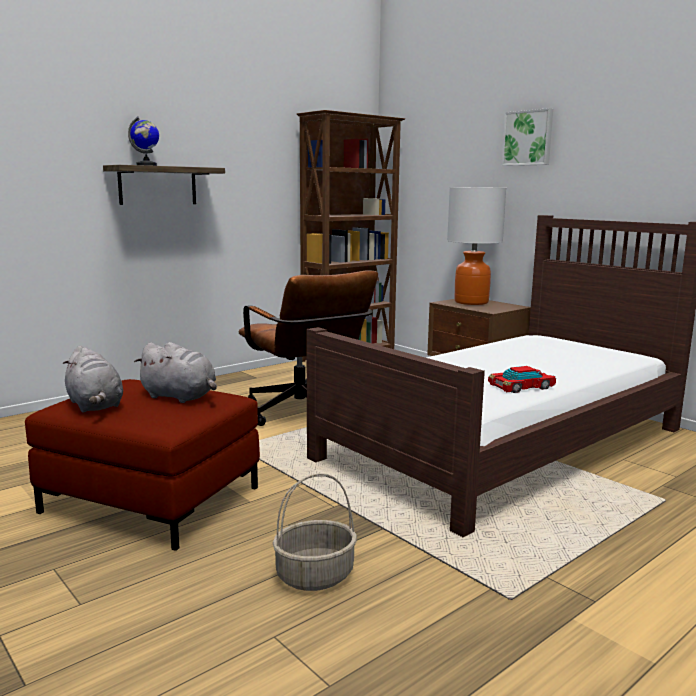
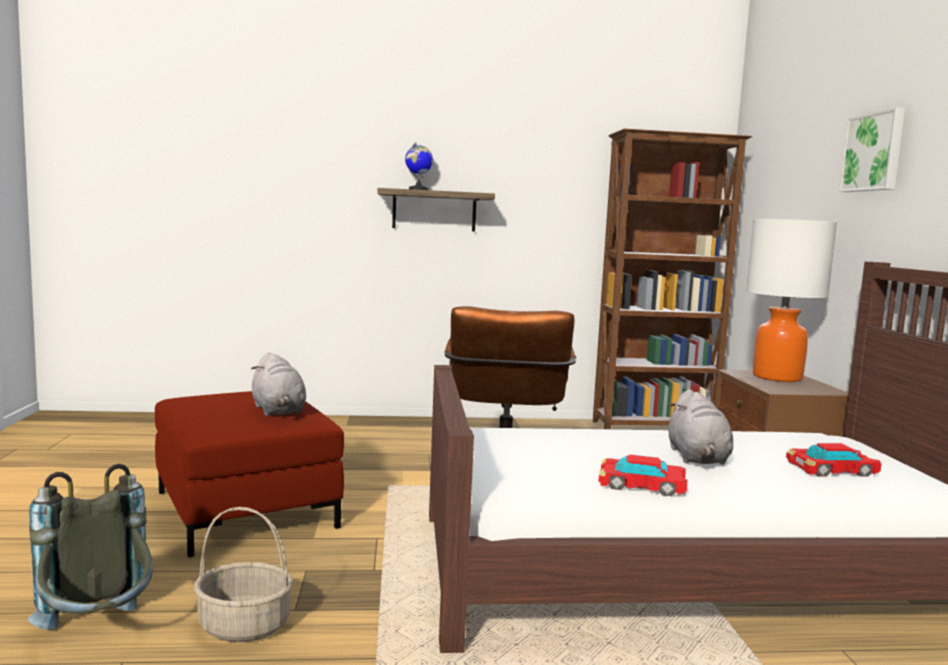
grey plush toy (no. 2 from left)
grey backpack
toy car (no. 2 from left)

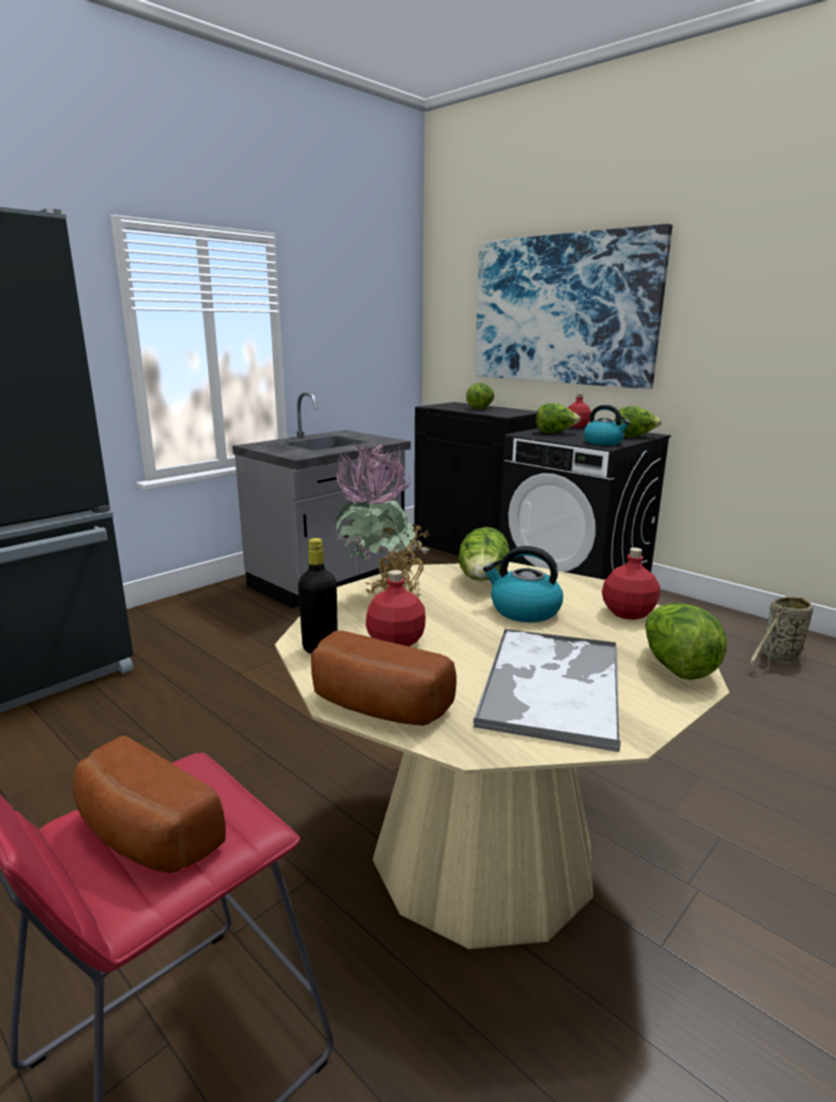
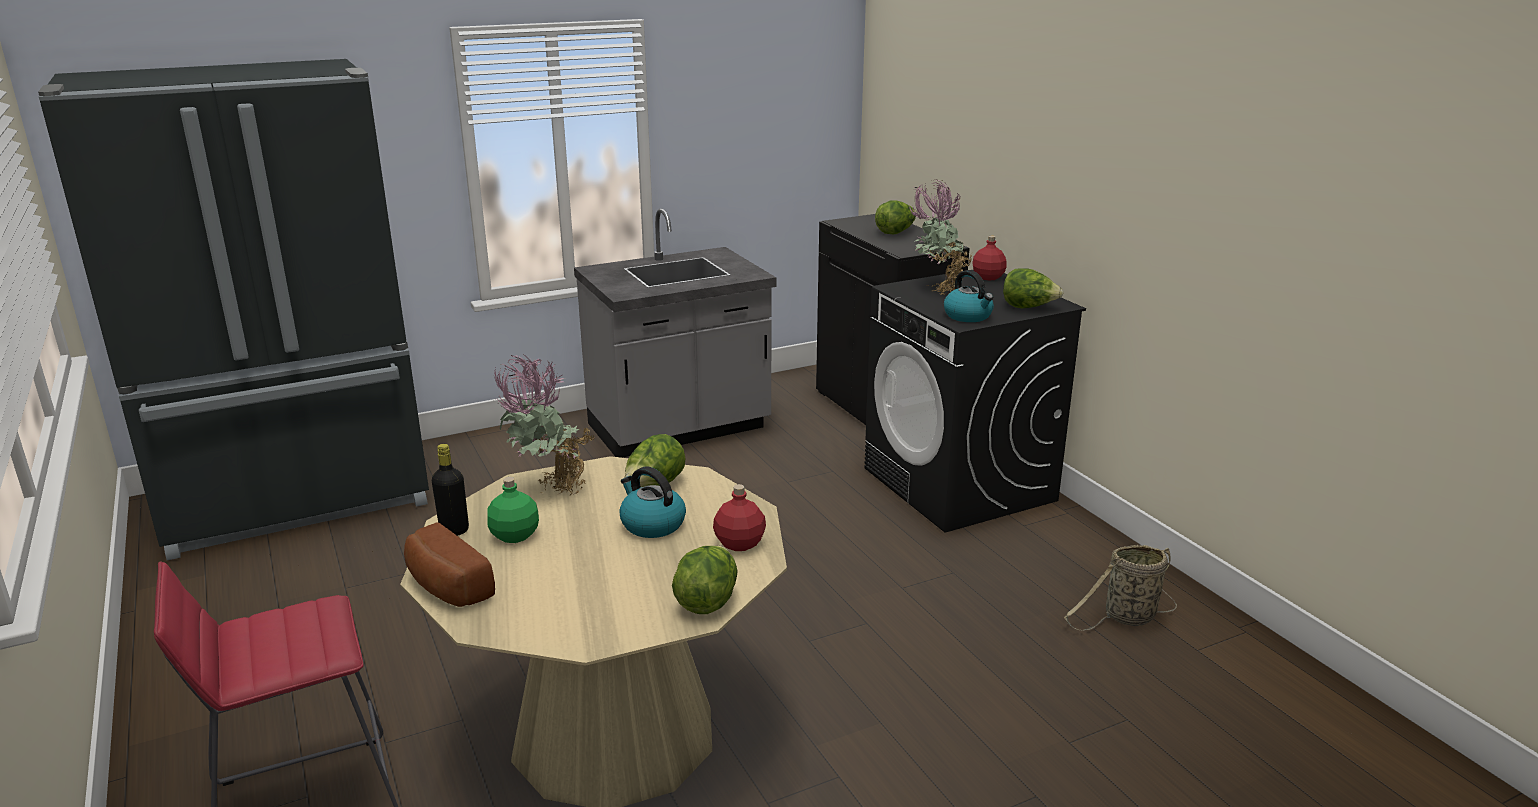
bread (no. 1 from left in the first image)
green bottle
tray
picture
potted plant (no. 2 from left)

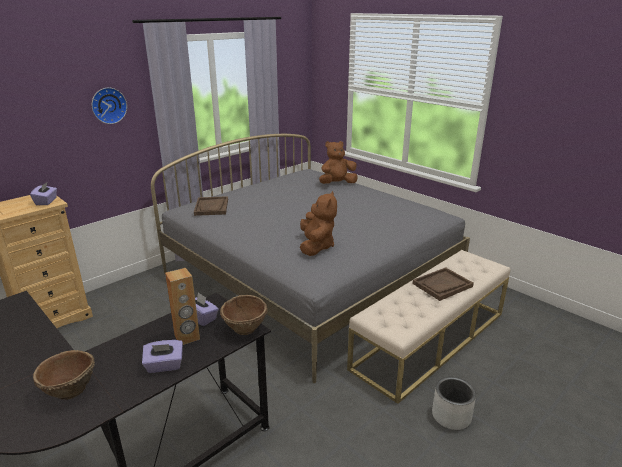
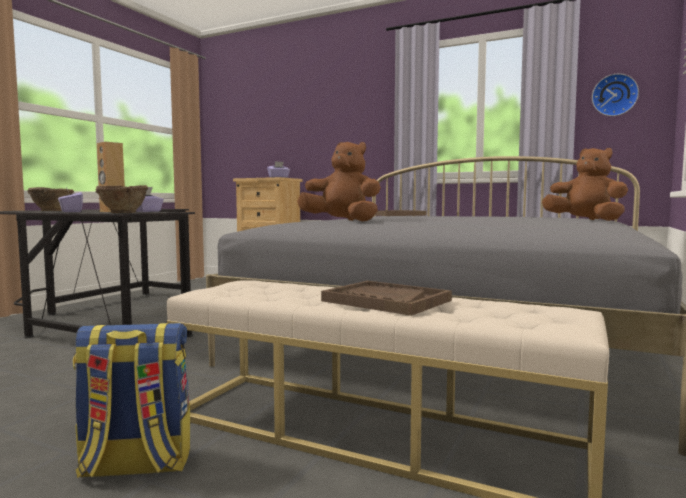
wall clock
brown plush toy (no. 1 from left)
backpack

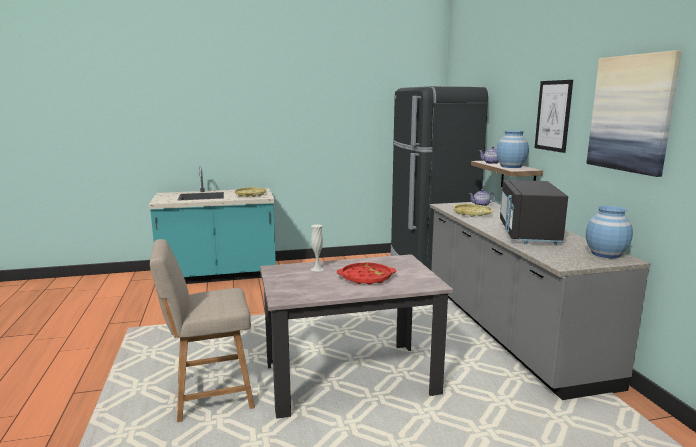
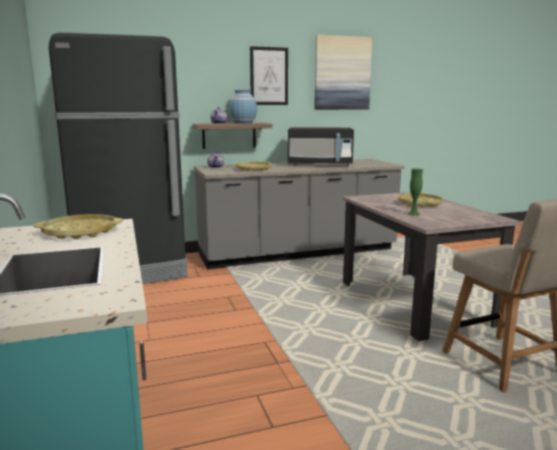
green vase
yellow tray (no. 3 from left)
blue vase (no. 2 from left in the first image)

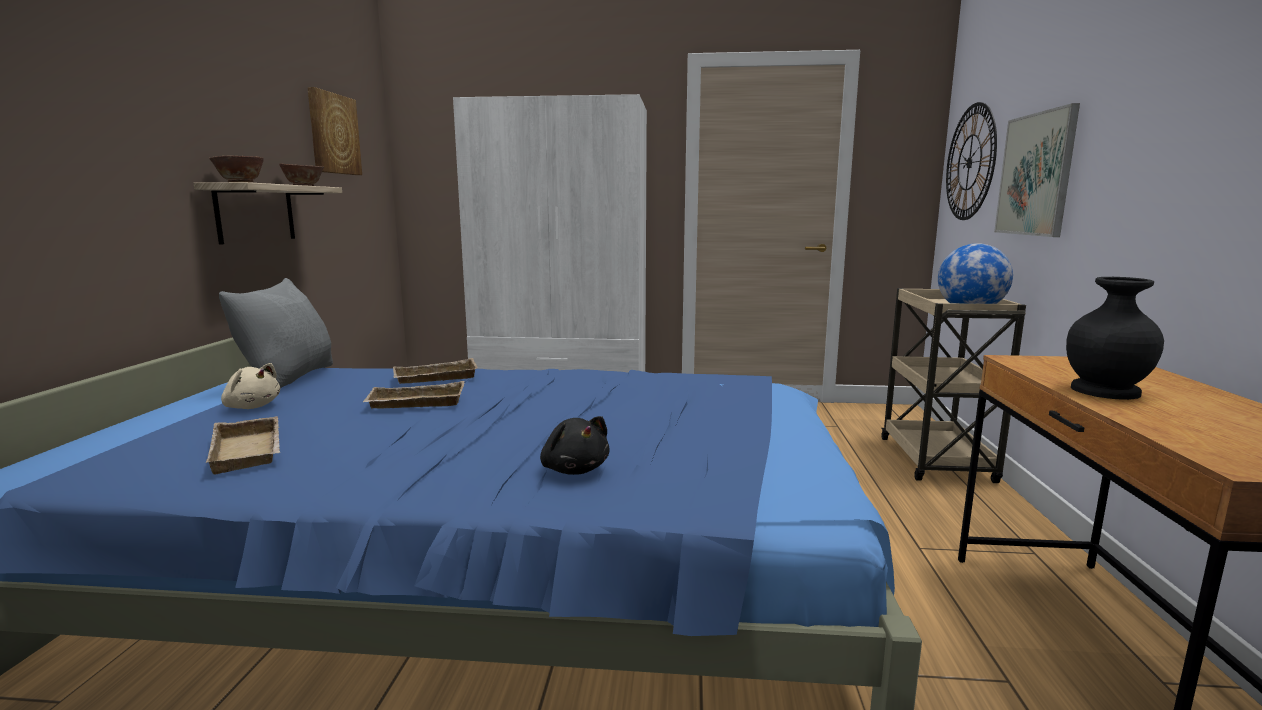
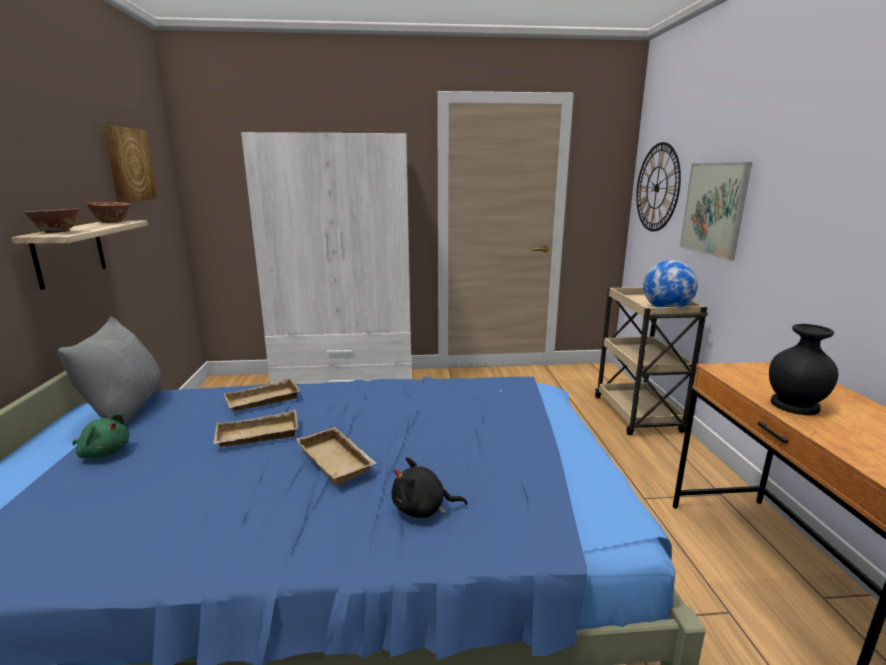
beige tray (no. 3 from left)
green plush toy
black plush toy

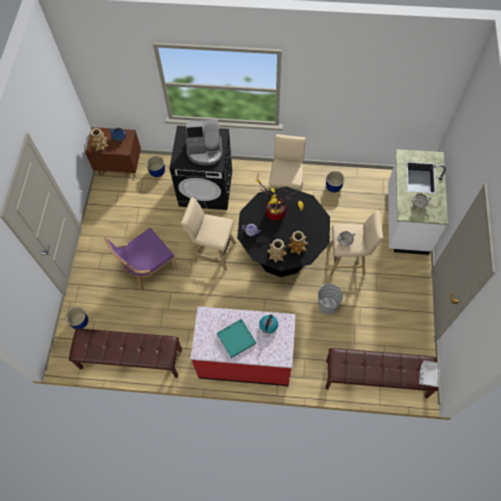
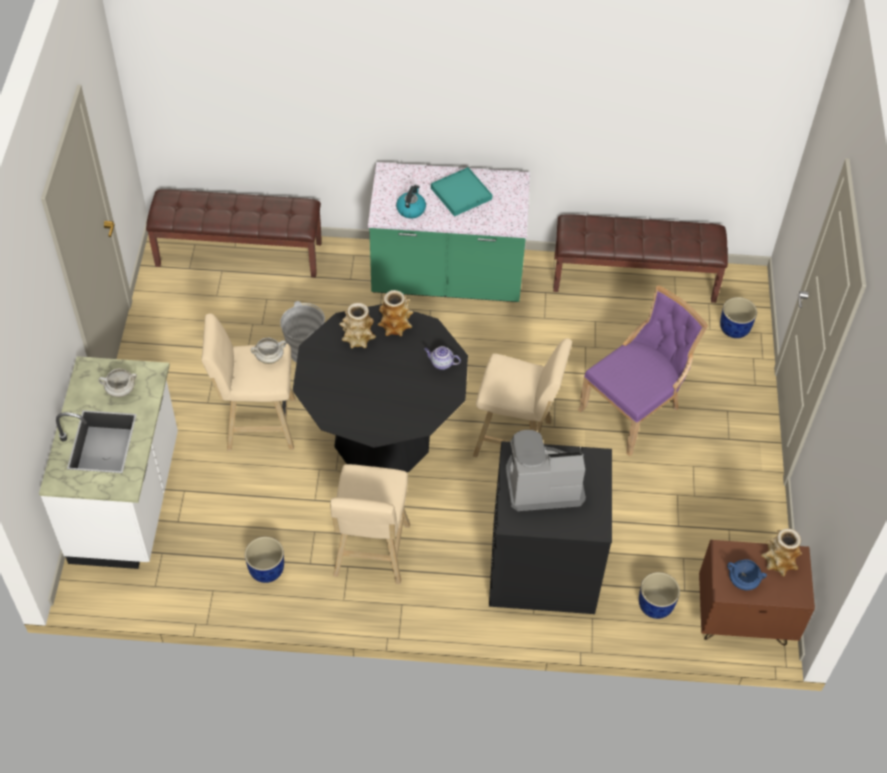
green counter
potted plant
grey tray

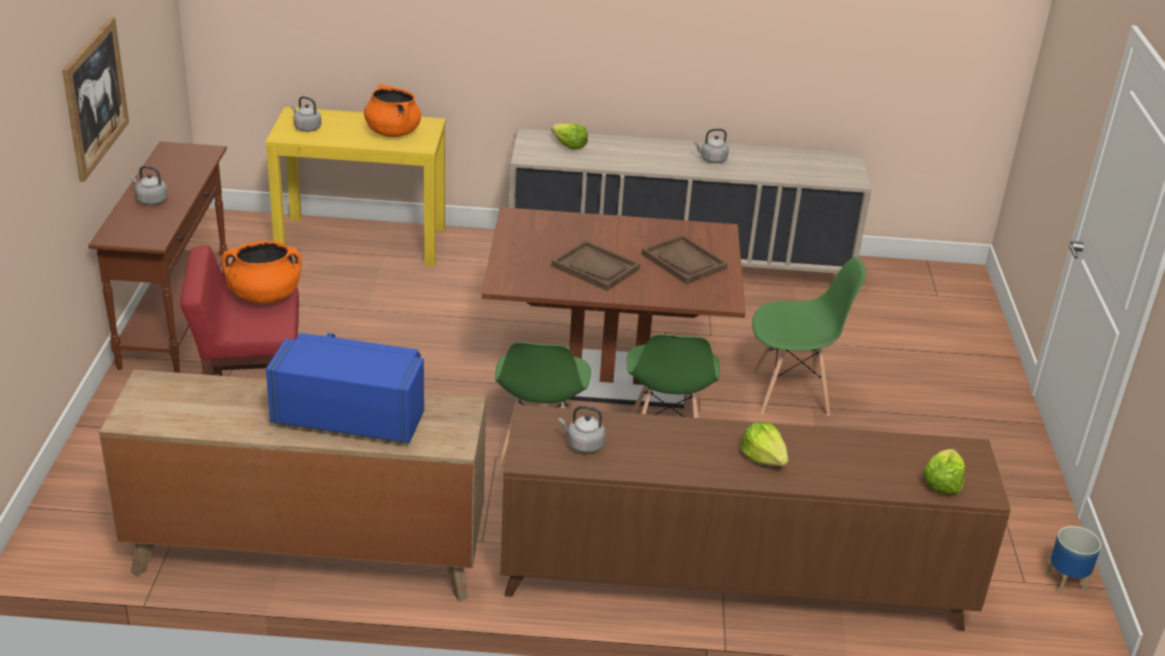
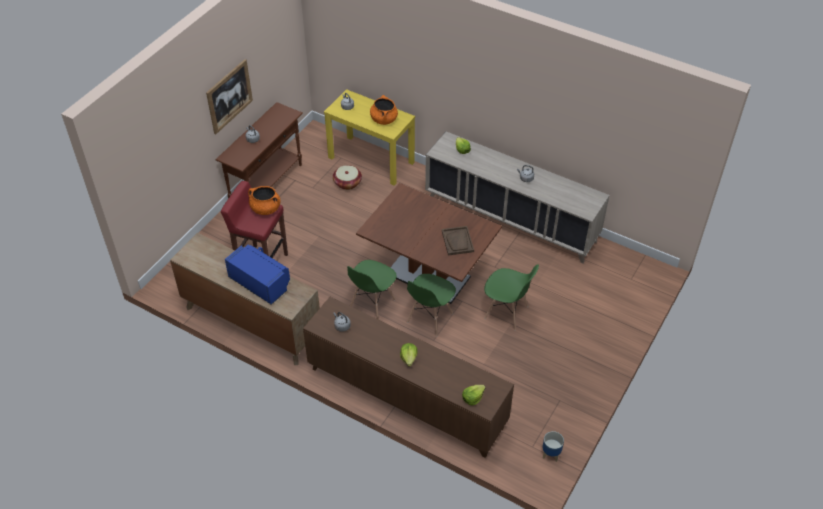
brown tray (no. 1 from left in the first image)
basket

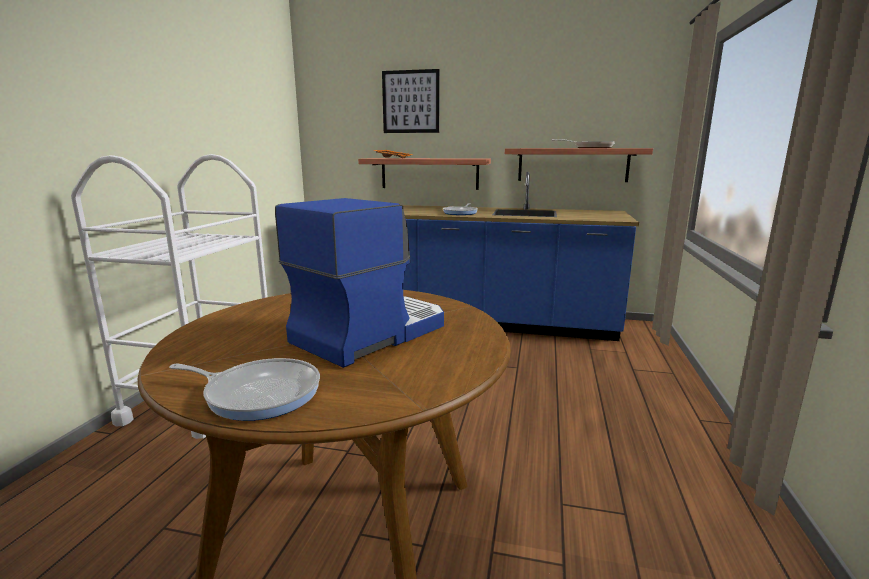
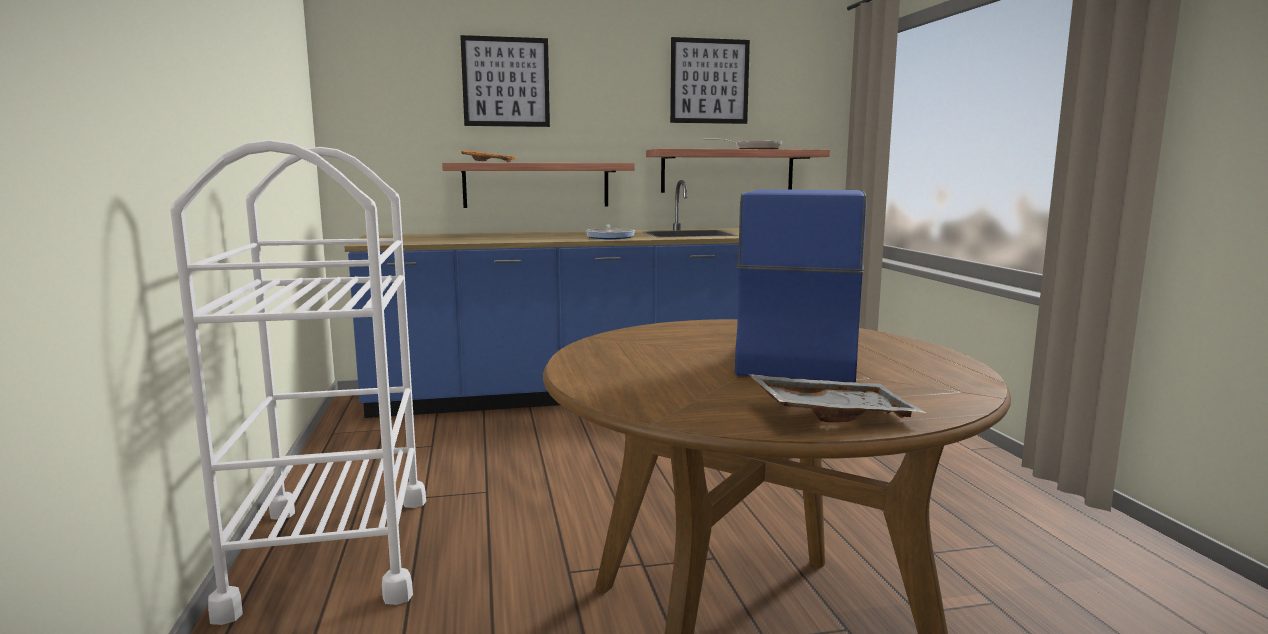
grey tray
picture (no. 2 from left)

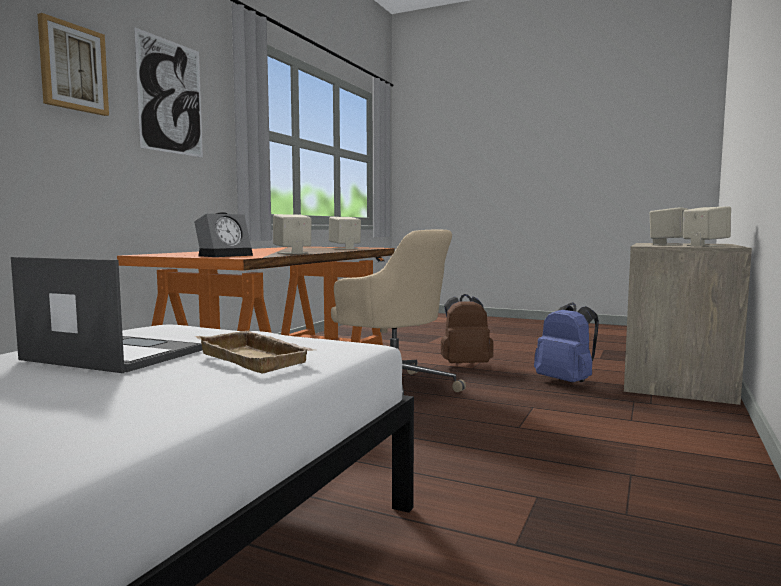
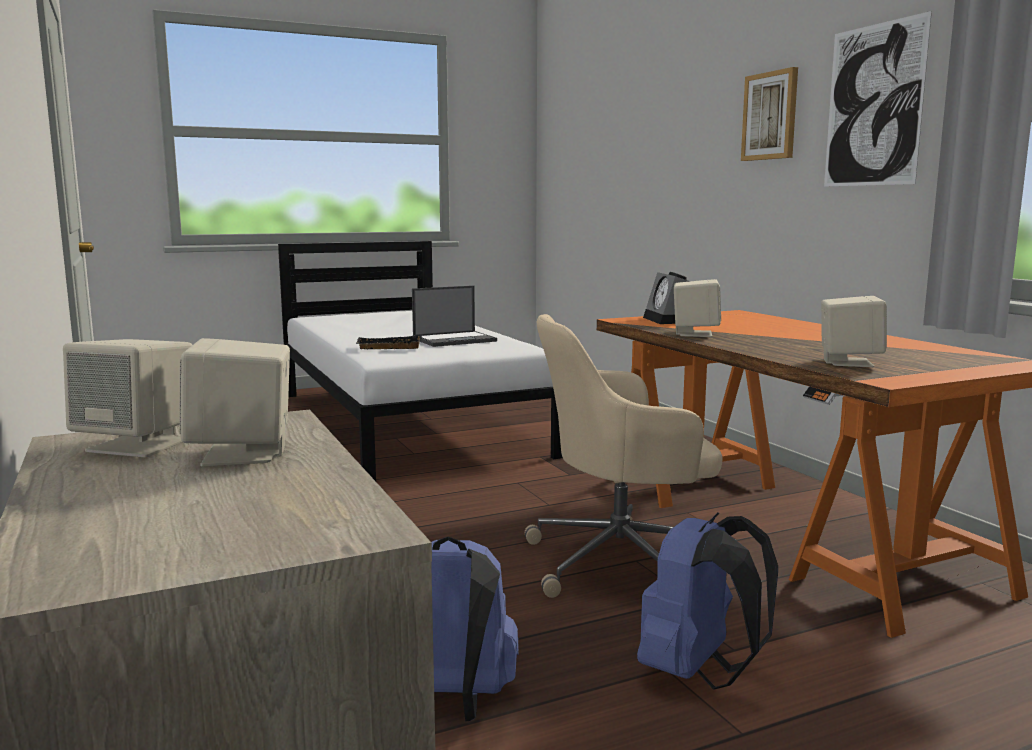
black tray
blue backpack (no. 2 from left)

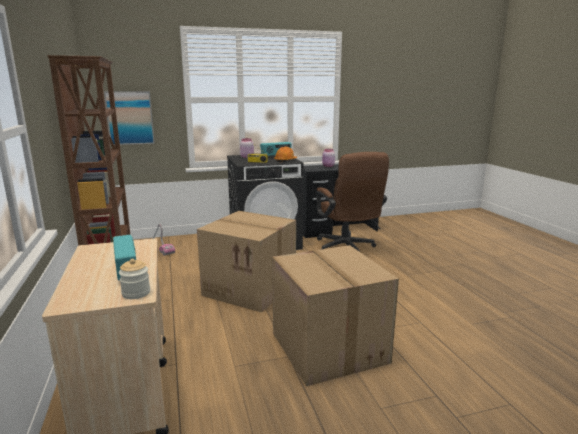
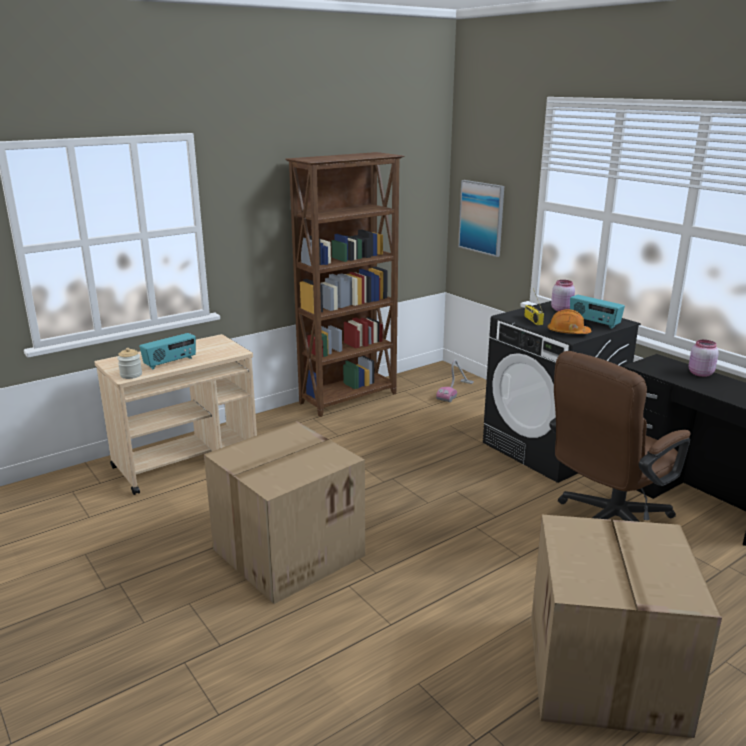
cardboard box (no. 2 from left)

